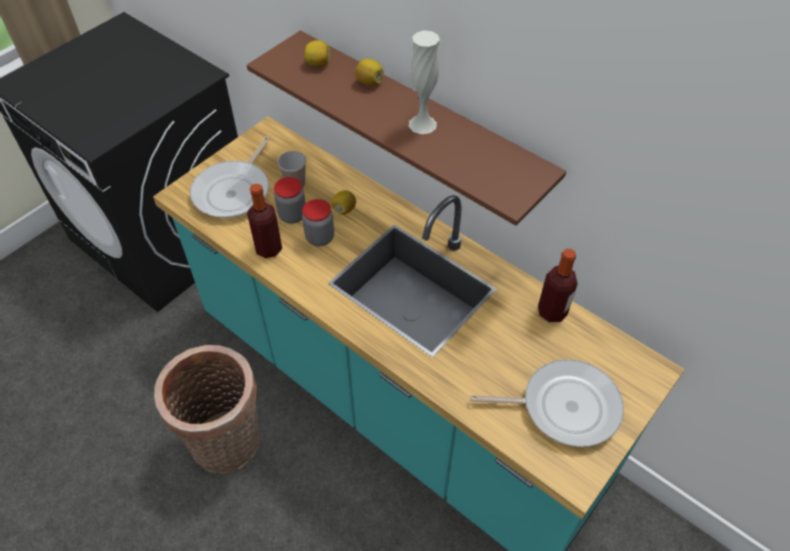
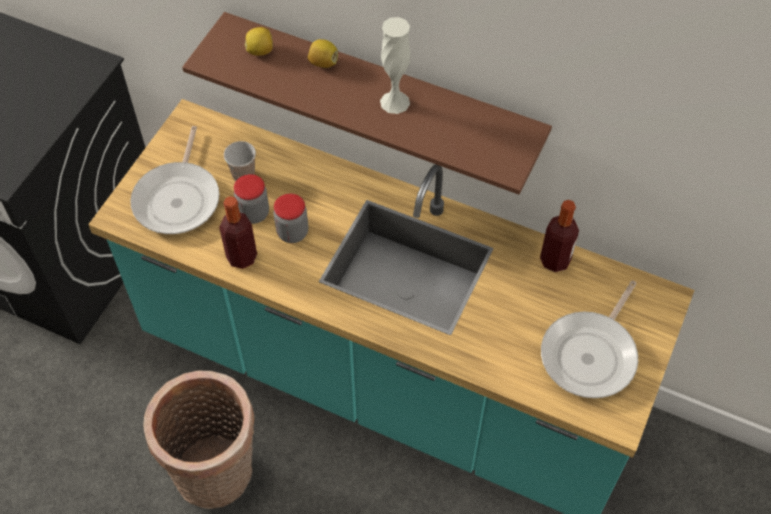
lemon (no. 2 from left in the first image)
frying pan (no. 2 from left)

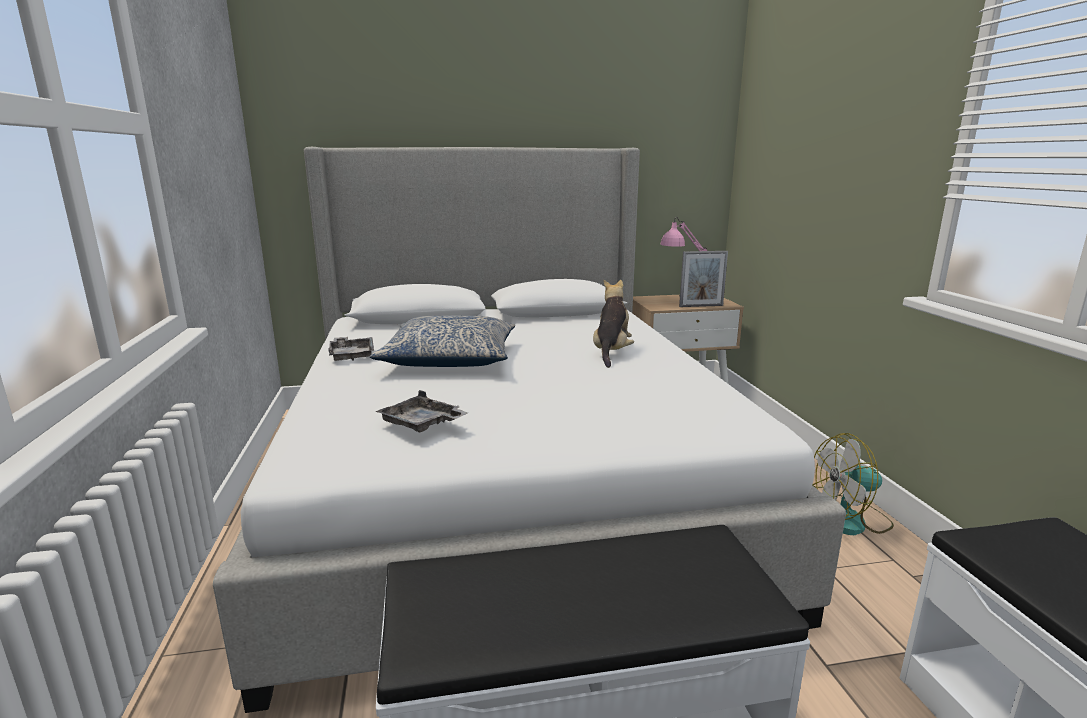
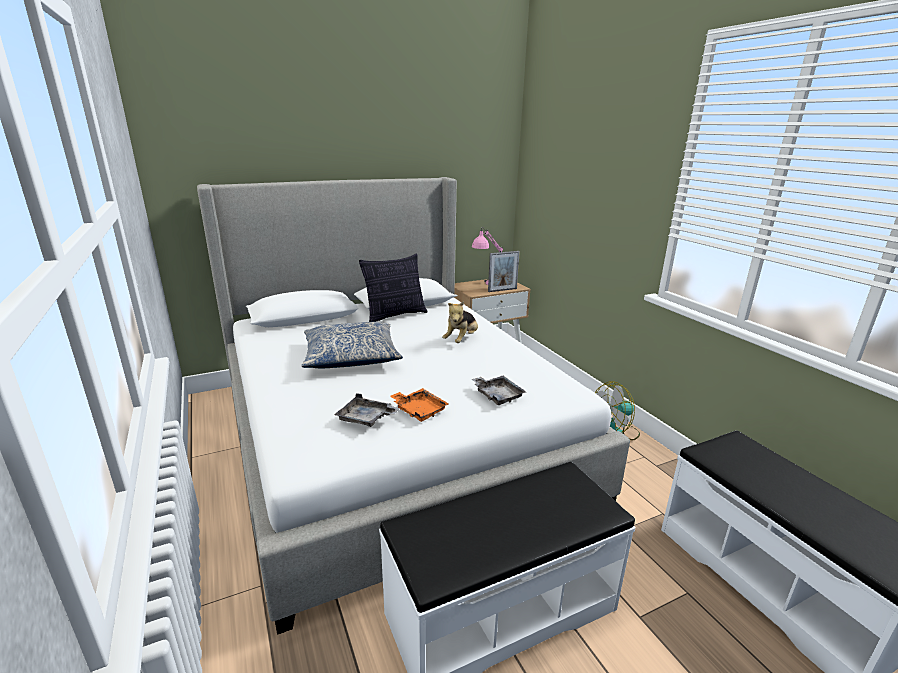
grey tray (no. 2 from left)
plush toy
pillow (no. 2 from left)
orange tray

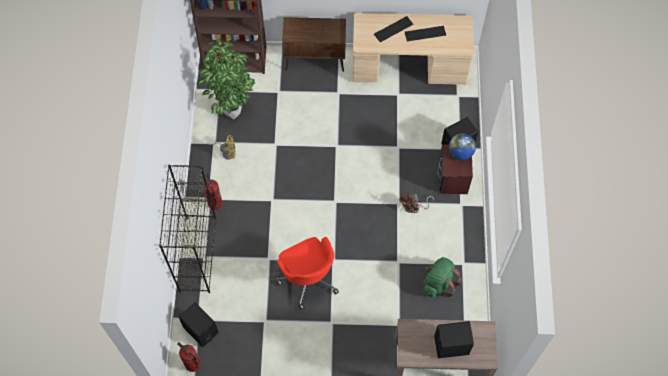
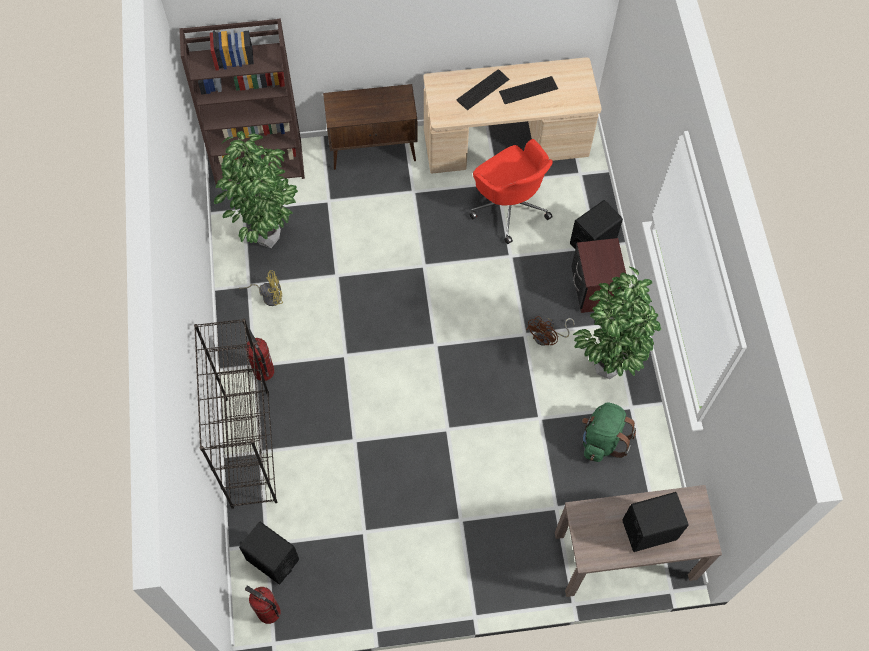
red office chair
globe
potted plant (no. 2 from left)

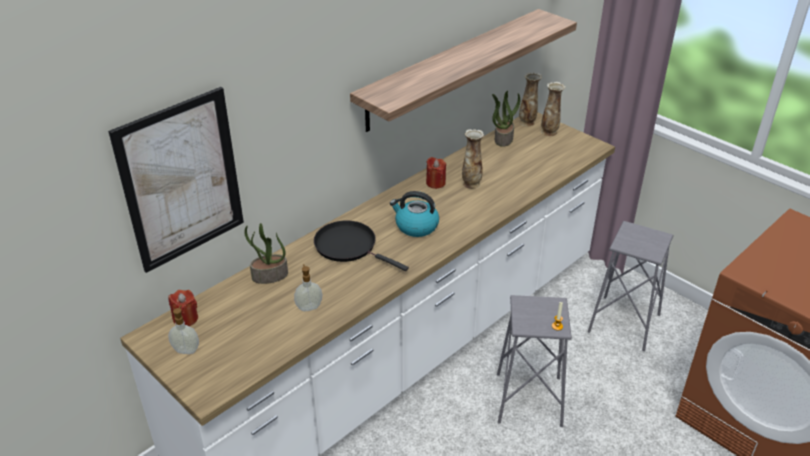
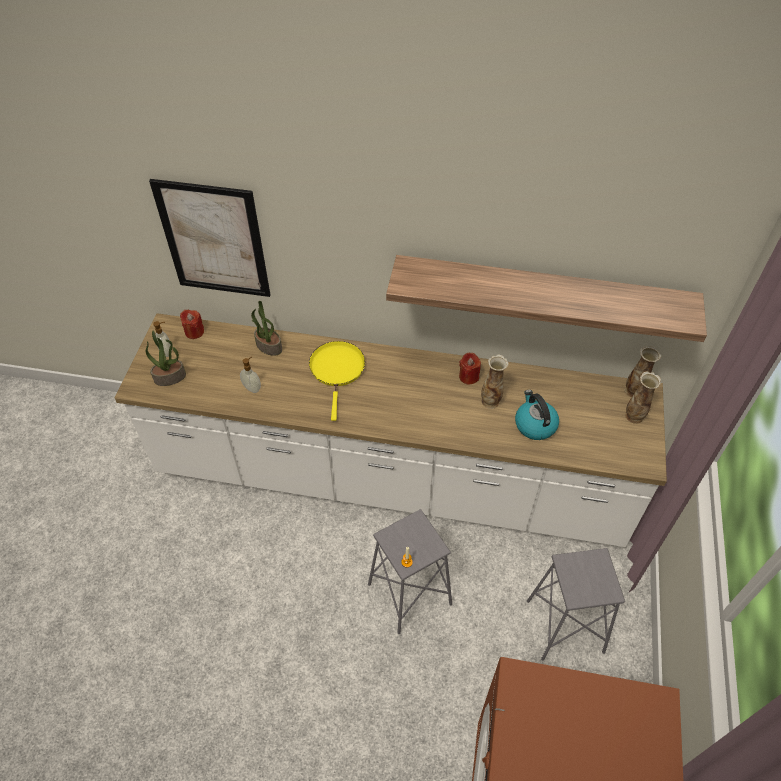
yellow frying pan
kettle
potted plant (no. 1 from left)

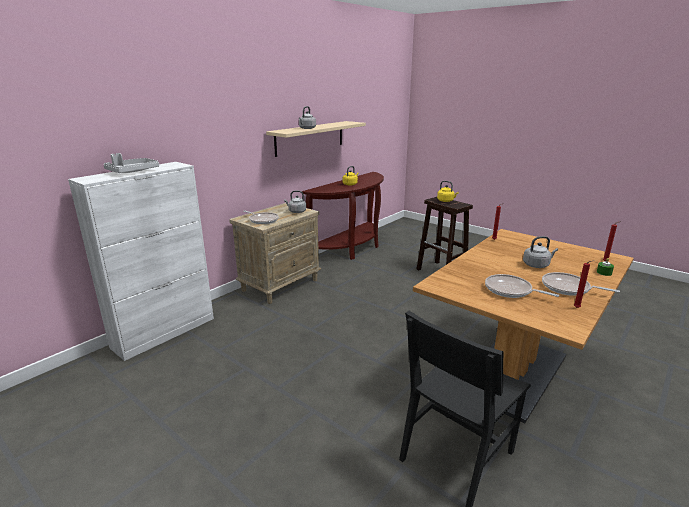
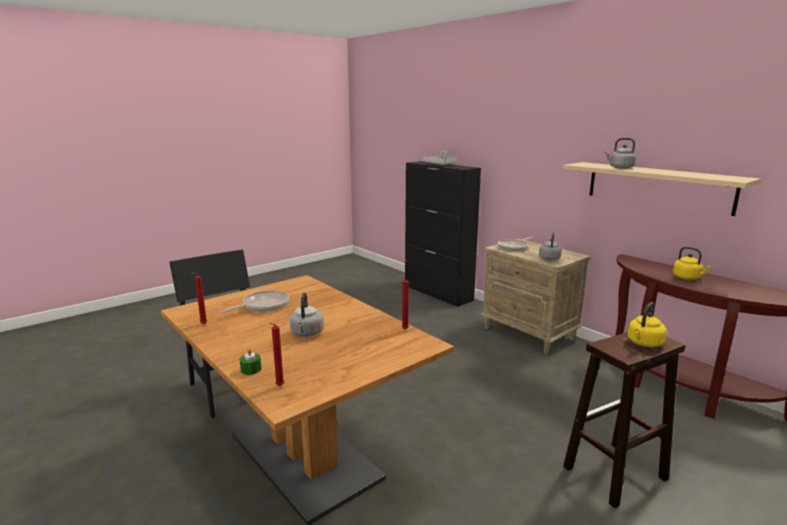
black cabinet
frying pan (no. 3 from left in the first image)

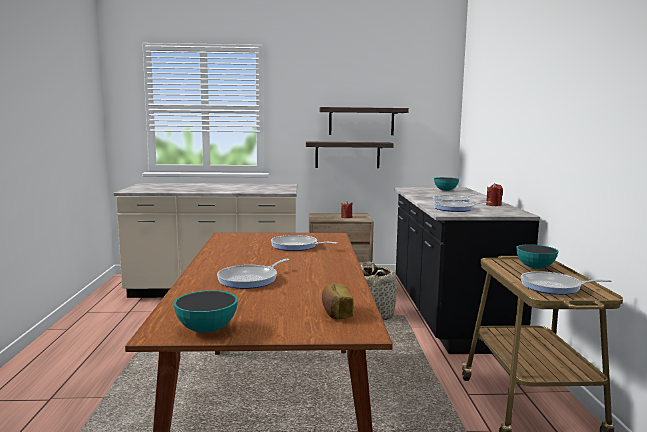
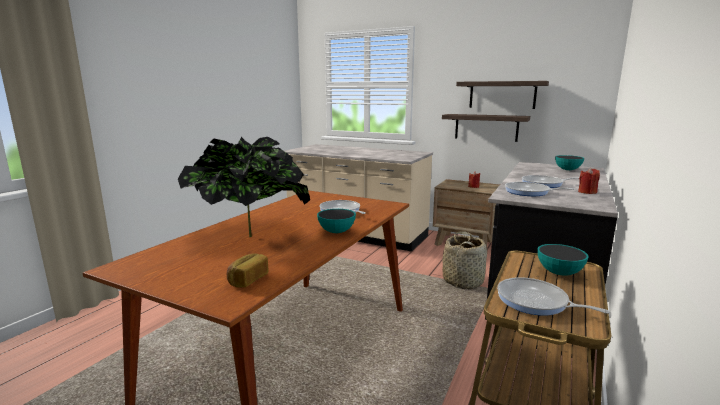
bowl (no. 1 from left)
potted plant

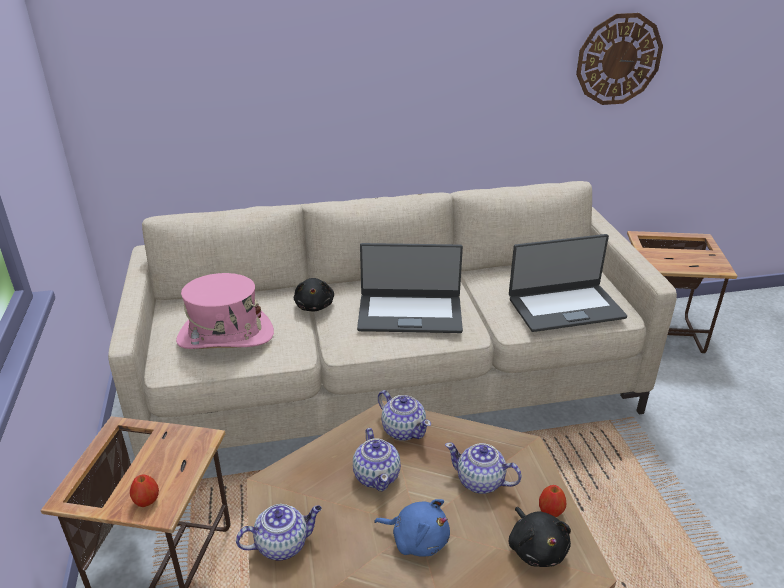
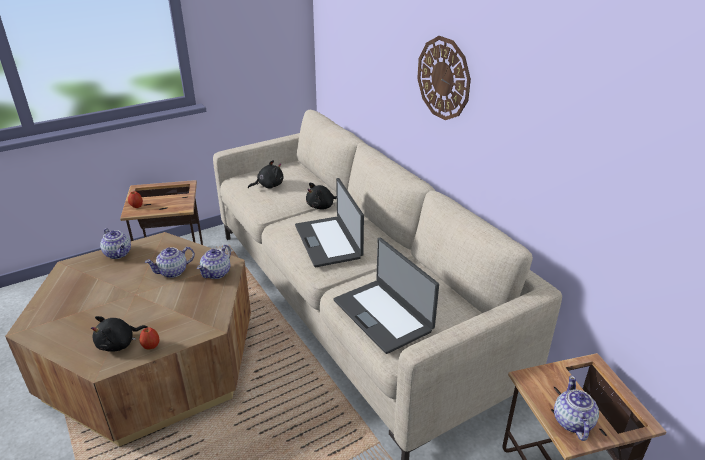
black plush toy (no. 2 from left)
blue plush toy
teapot (no. 4 from left)
wall clock

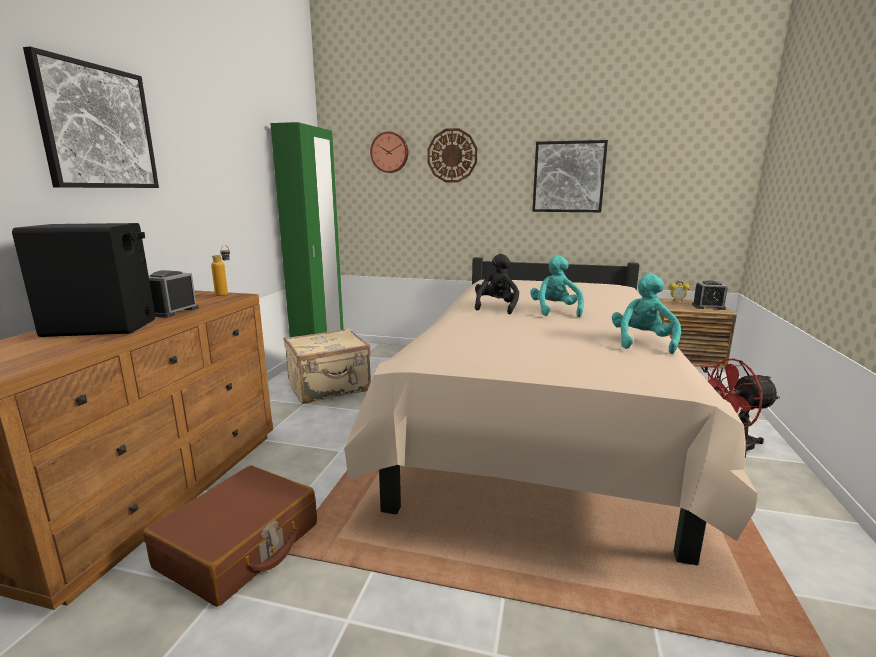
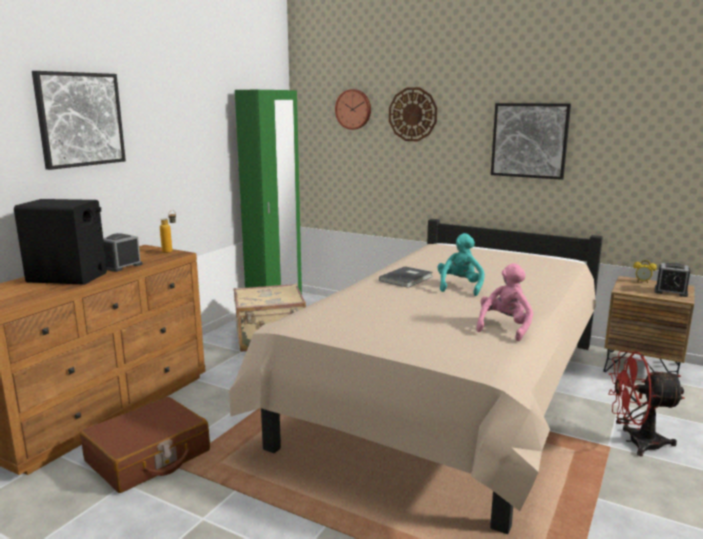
grey book
pink plush toy

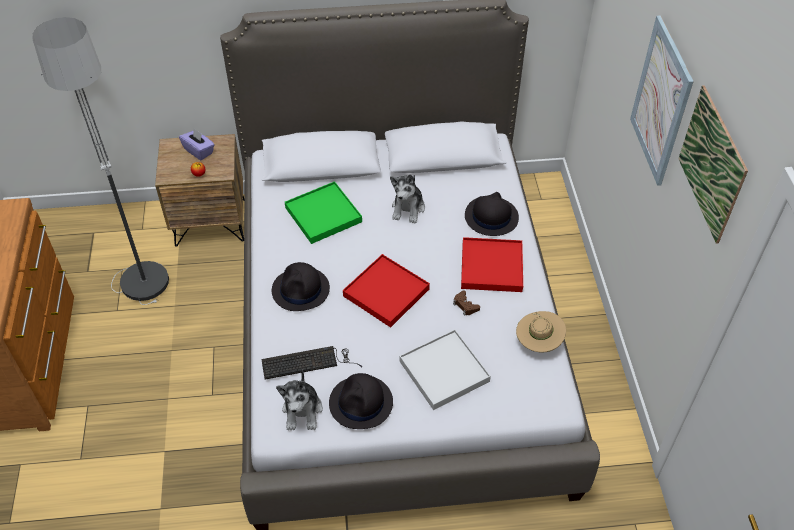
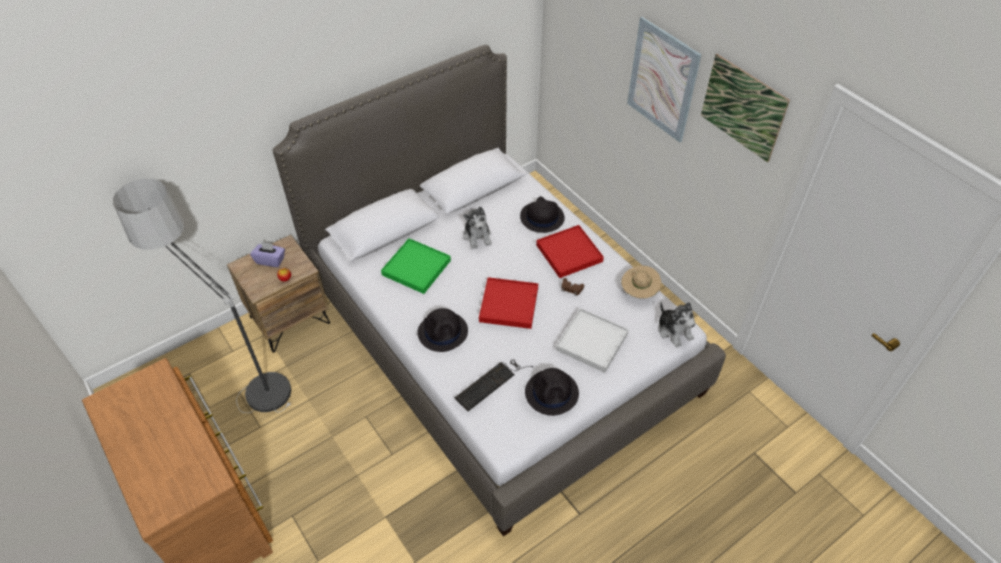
plush toy (no. 2 from left)

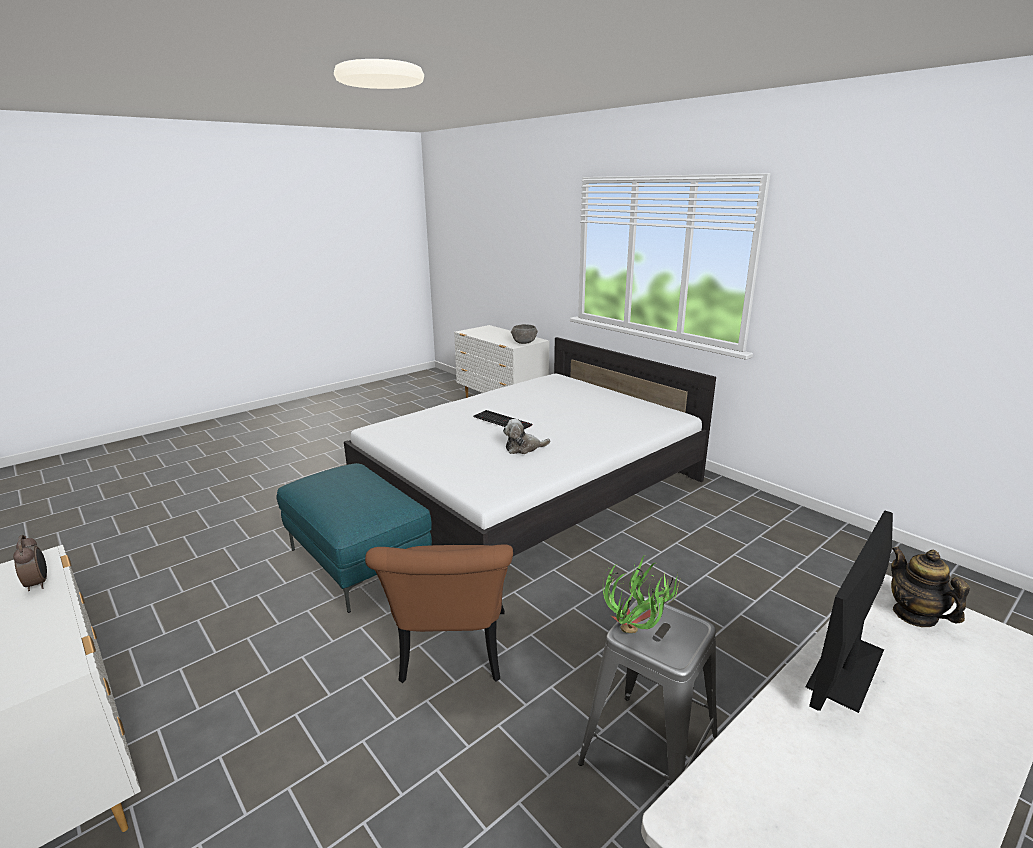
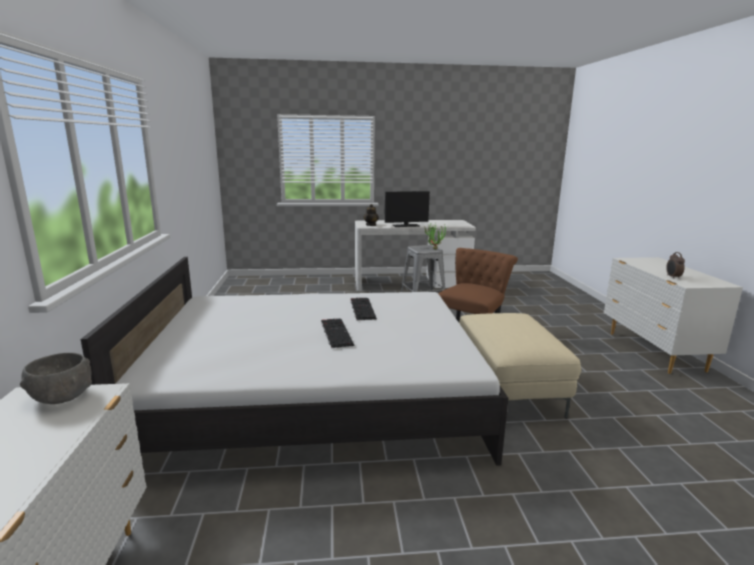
beige ottoman
keyboard (no. 2 from left)

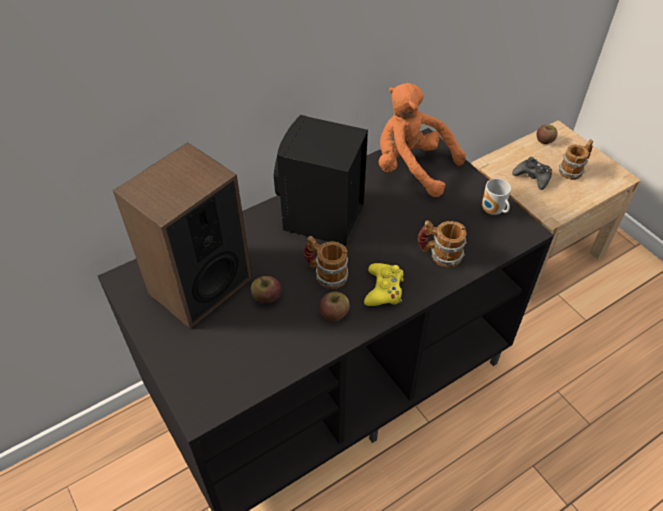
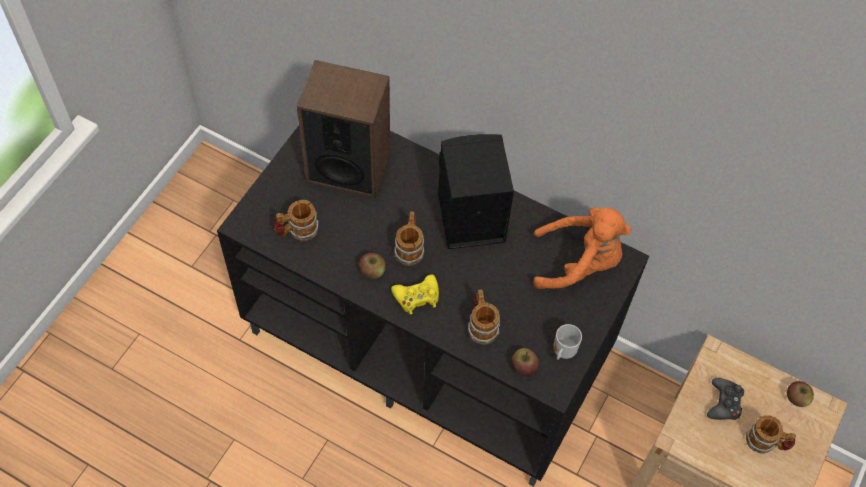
apple (no. 2 from left)
orange plush toy
mug (no. 1 from left)

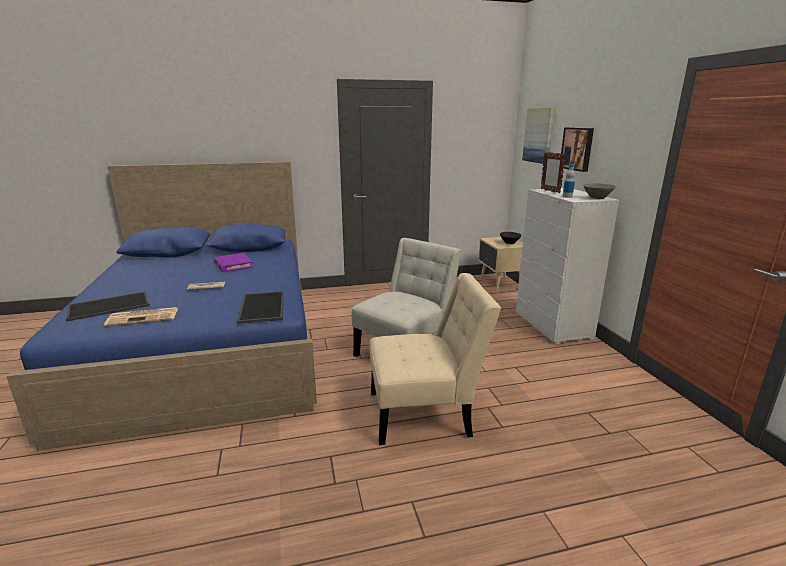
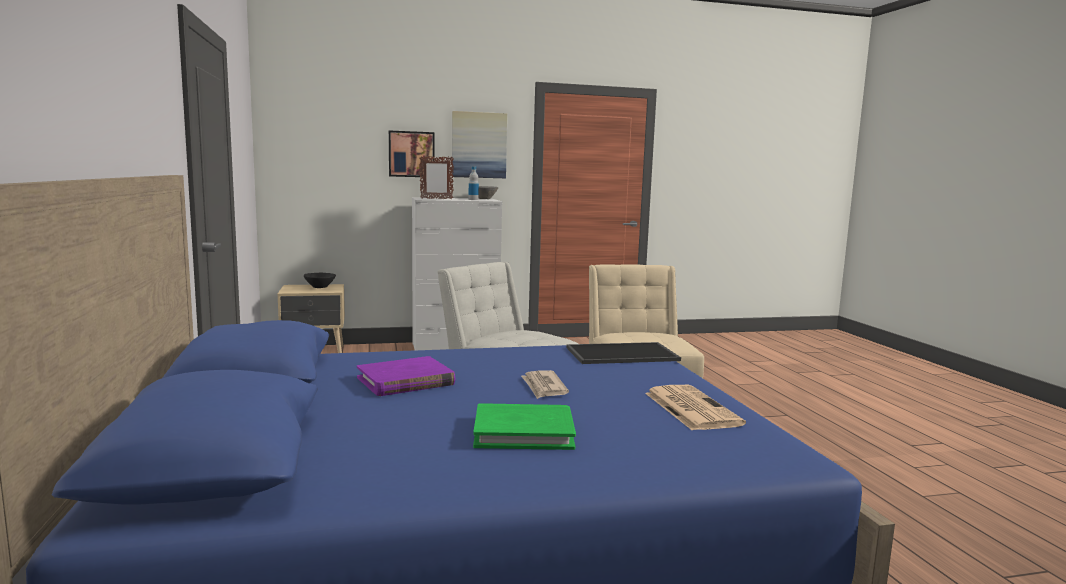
tray (no. 1 from left in the first image)
picture (no. 2 from left)
green book

